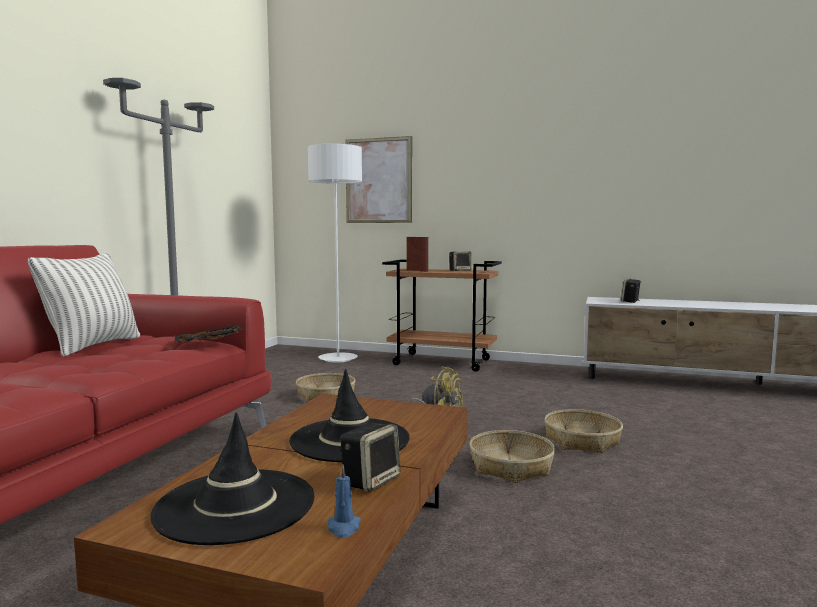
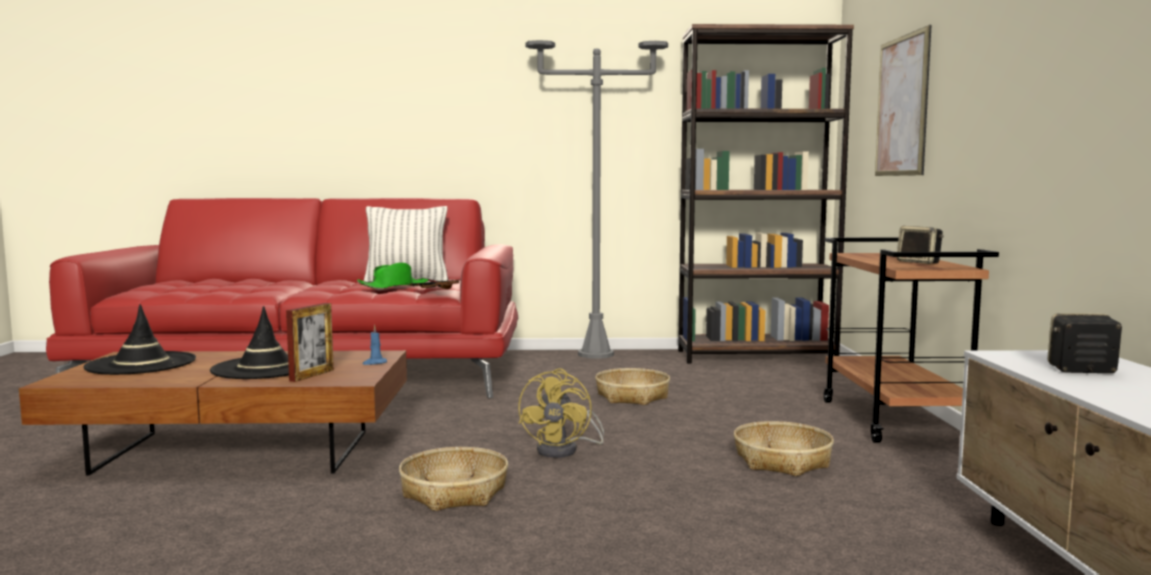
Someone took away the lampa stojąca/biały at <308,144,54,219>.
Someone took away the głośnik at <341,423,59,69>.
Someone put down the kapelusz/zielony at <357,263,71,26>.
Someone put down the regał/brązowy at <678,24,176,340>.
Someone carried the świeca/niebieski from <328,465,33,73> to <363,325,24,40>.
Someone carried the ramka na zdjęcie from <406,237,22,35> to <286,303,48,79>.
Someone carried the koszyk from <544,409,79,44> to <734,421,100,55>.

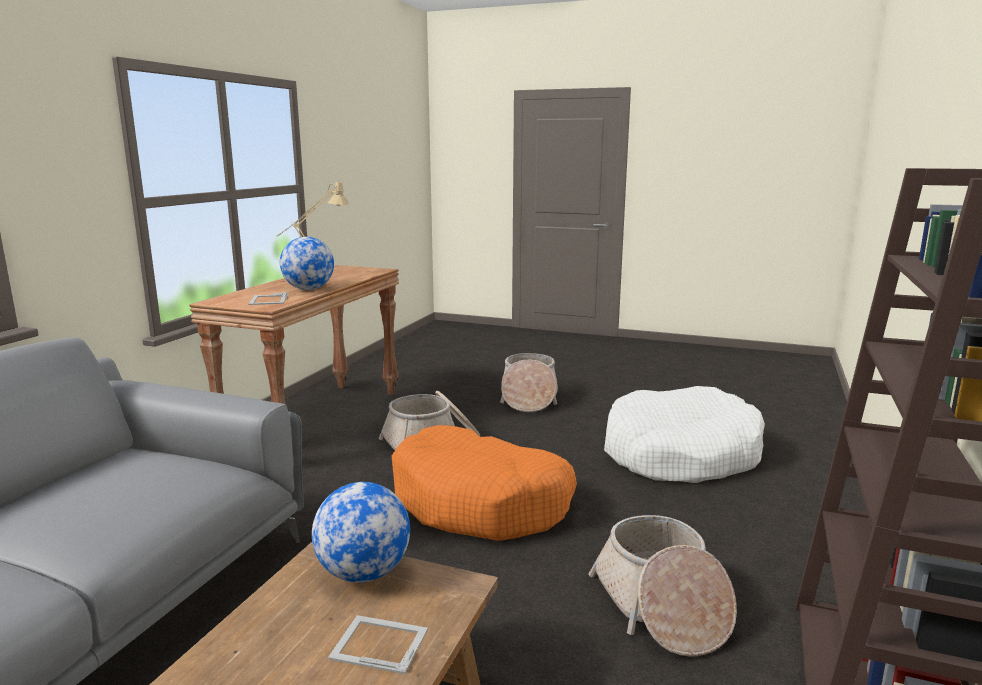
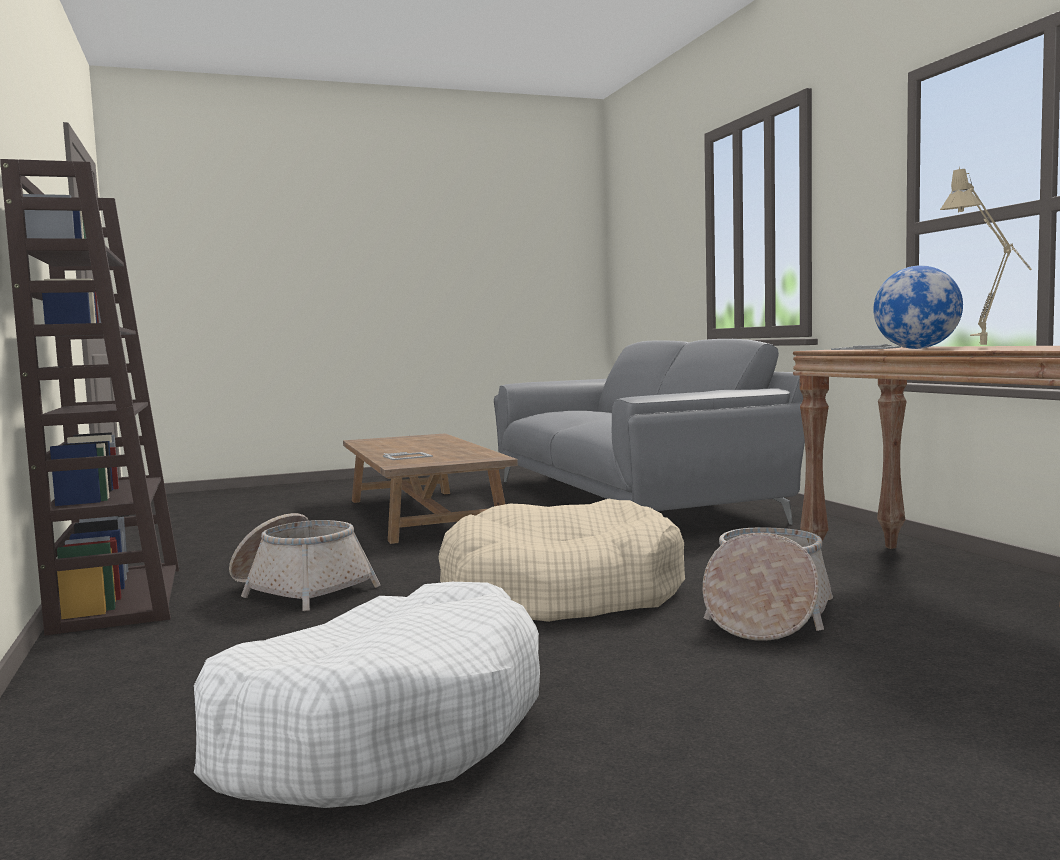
Someone took away the globus at <312,482,98,101>.
Someone took away the koszyk at <500,353,58,59>.
Someone repainted the legowisko/pomarańczowy at <391,425,186,115>, which became the legowisko/beżowy at <438,499,247,123>.

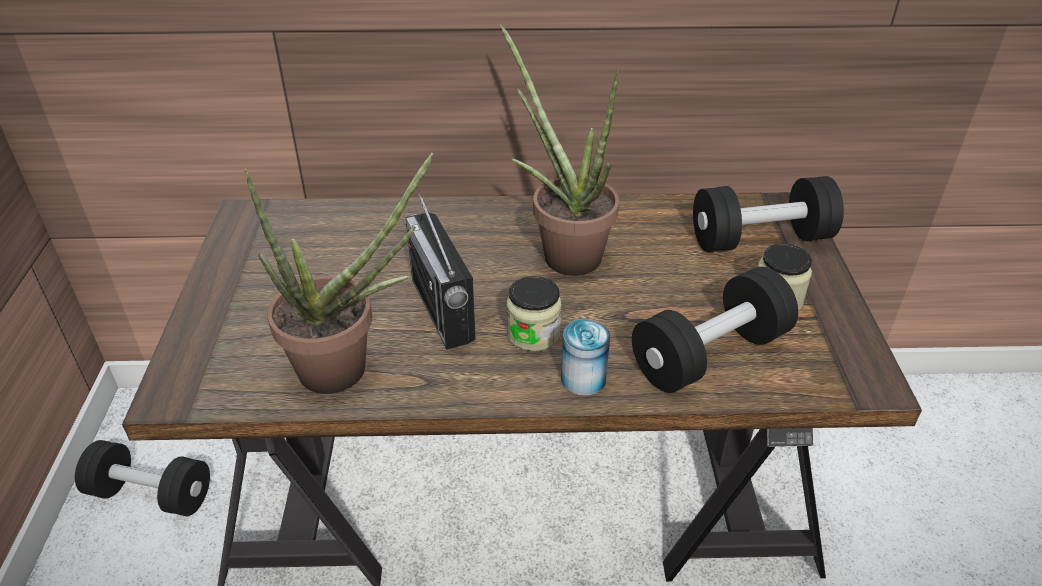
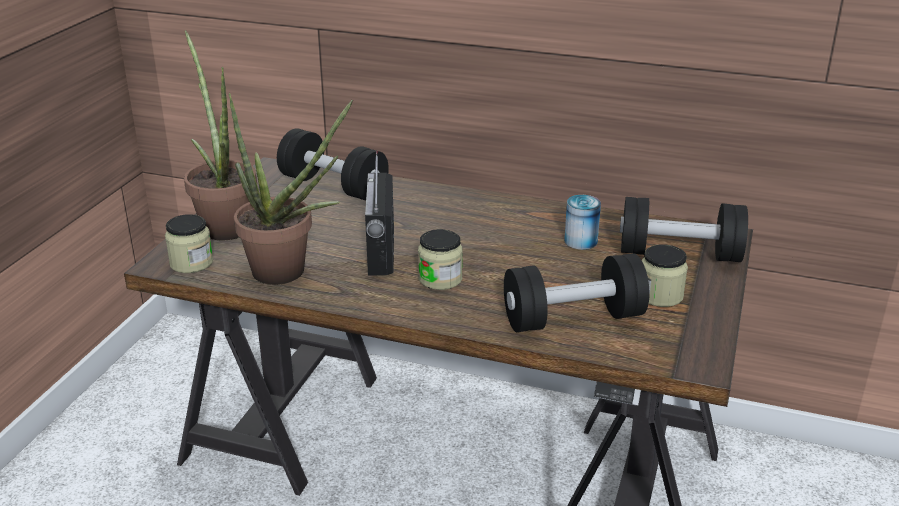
Someone put down the słoik at <165,214,48,59>.
Someone carried the hantel/czarny from <75,440,135,76> to <277,128,112,73>.
Someone carried the roślina doniczkowa from <500,24,119,252> to <184,30,73,210>.
Someone carried the puszka from <561,319,49,77> to <564,195,37,55>.

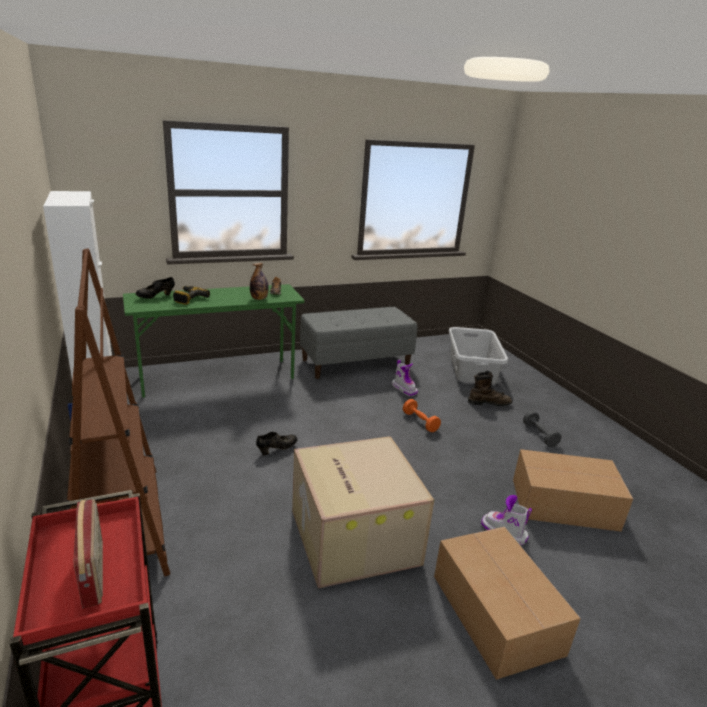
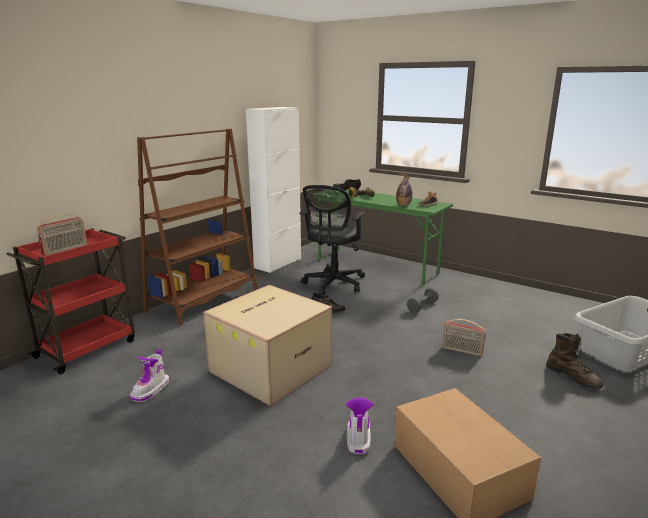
Someone took away the ławka/szary at <300,307,117,72>.
Someone took away the karton at <434,527,147,153>.
Someone put down the krzesło biurowe/czarny at <299,185,66,111>.
Someone carried the but z cholewką from <392,360,26,36> to <129,349,40,53>.
Someone carried the hantel/szary from <523,411,39,36> to <407,288,32,25>.
Someone swapped the hantel/pomarańczowy at <403,399,38,33> for the radio at <442,319,44,37>.

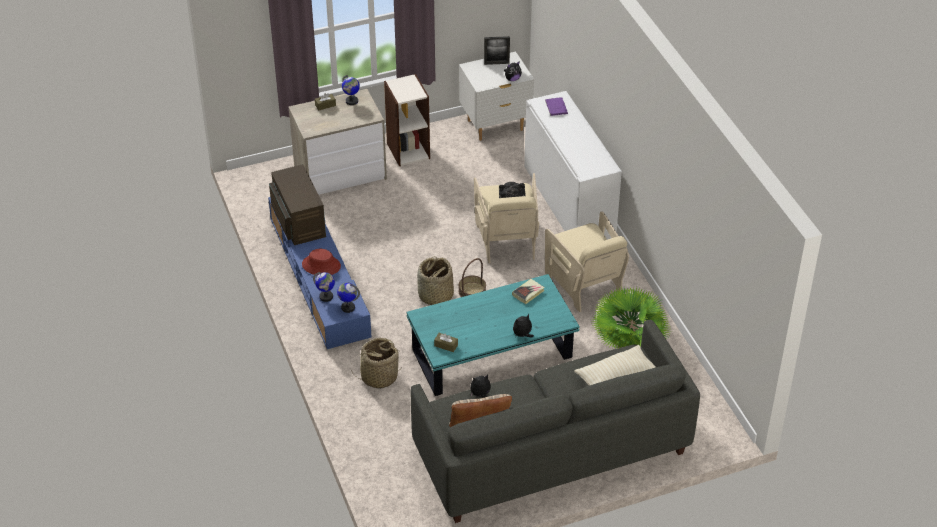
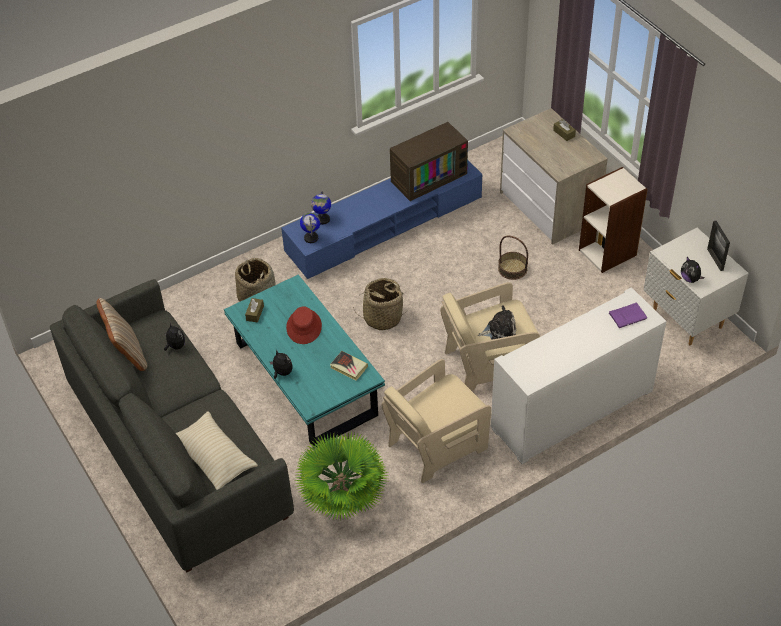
Someone took away the globus at <342,75,18,30>.
Someone carried the kapelusz/czerwony from <302,249,39,27> to <286,306,36,38>.
Someone carried the koszyk from <458,258,28,39> to <498,236,30,44>.

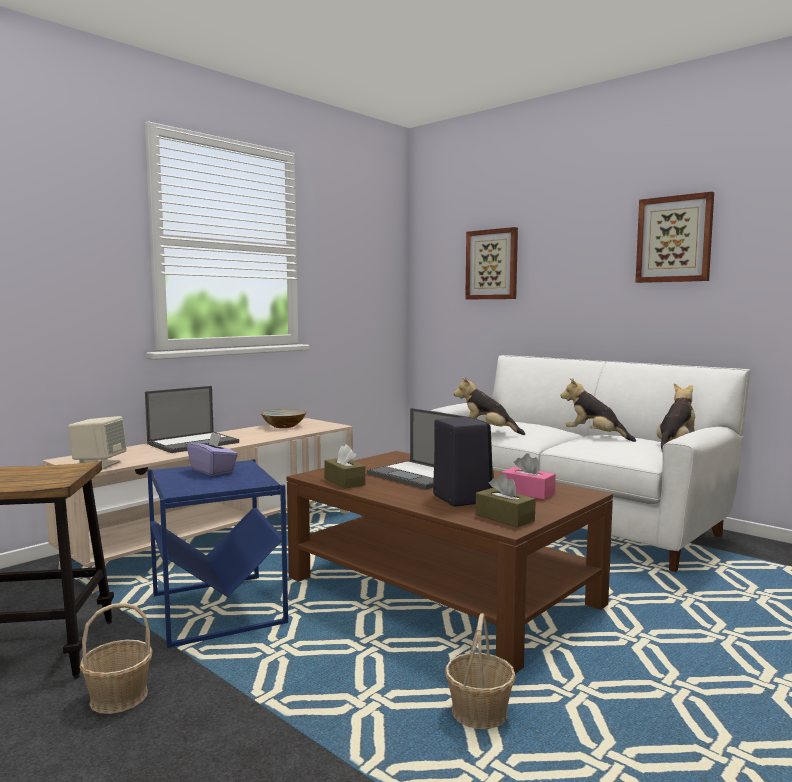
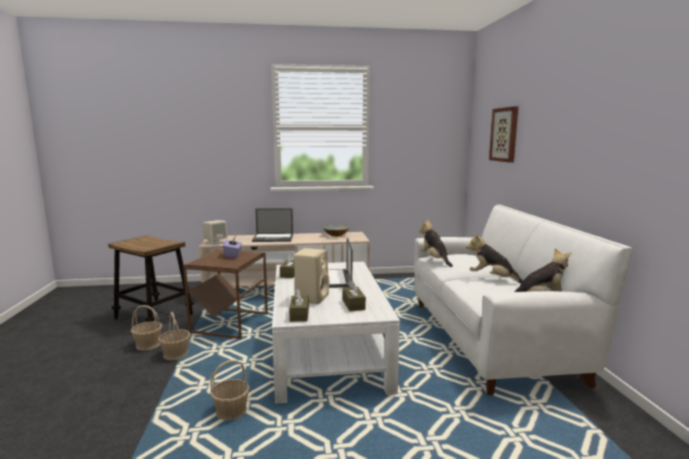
Someone took away the obraz at <635,192,79,91>.
Someone put down the koszyk at <158,312,32,48>.
Someone repainted the stolik/niebieski at <147,459,141,189>, which became the stolik/brązowy at <183,249,85,90>.
Someone repainted the ława/brązowy at <287,451,326,223>, which became the ława/biały at <272,262,128,142>.
Someone repainted the głośnik/czarny at <433,417,61,90>, which became the głośnik/beżowy at <294,248,35,56>.
Someone repainted the pudełko chusteczek/różowy at <502,453,54,46>, which became the pudełko chusteczek/brązowy at <343,280,23,31>.
Someone rotated the pluszak at <560,378,76,64> by 45 degrees counterclockwise.

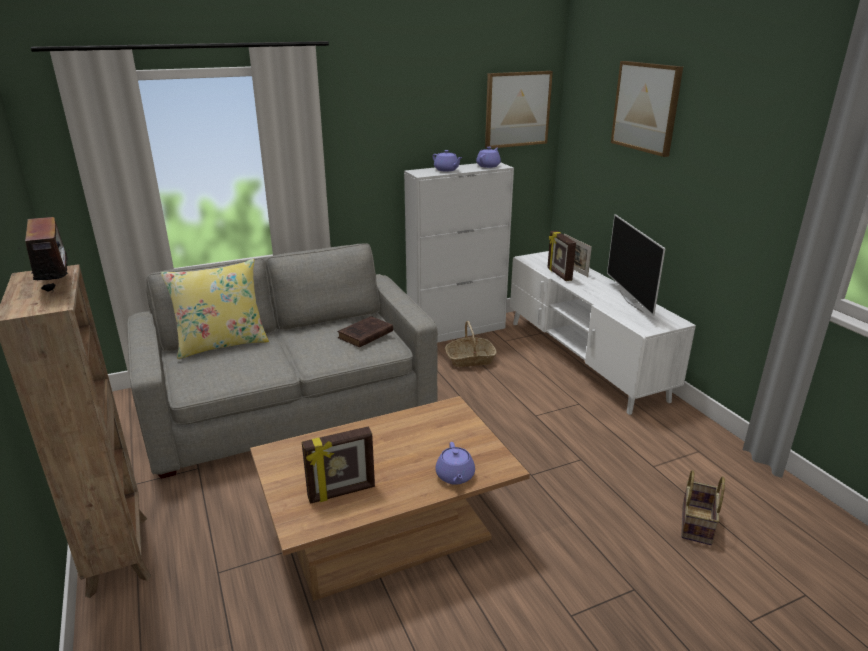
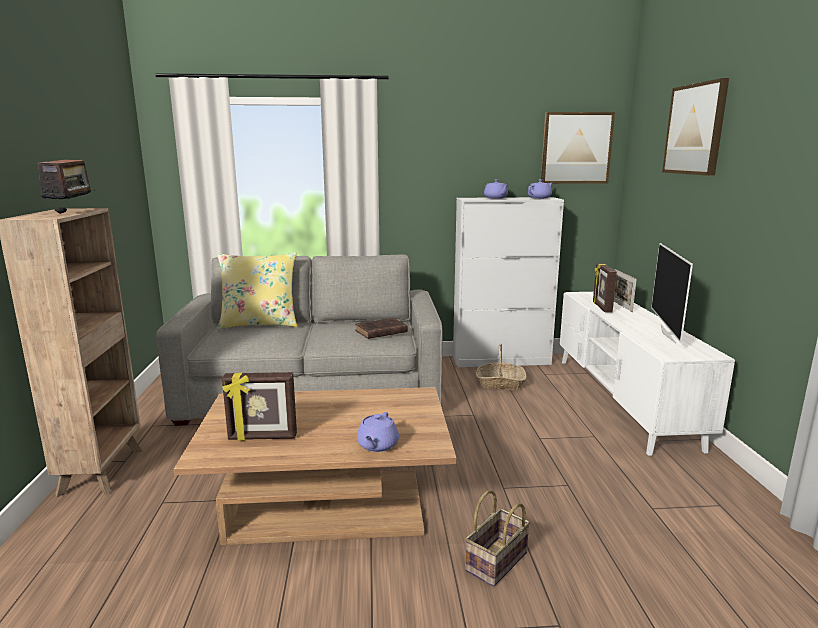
Someone carried the koszyk from <681,470,44,75> to <465,490,65,97>.

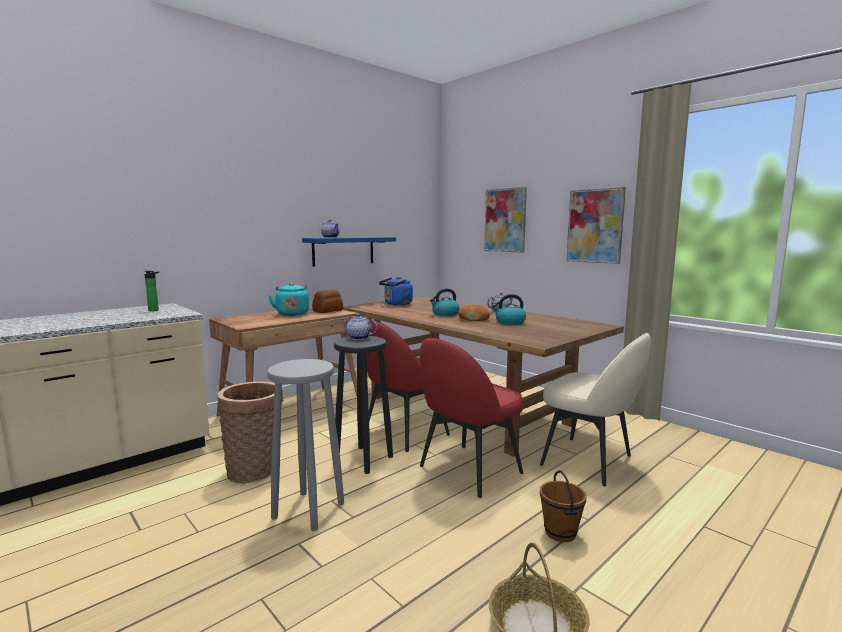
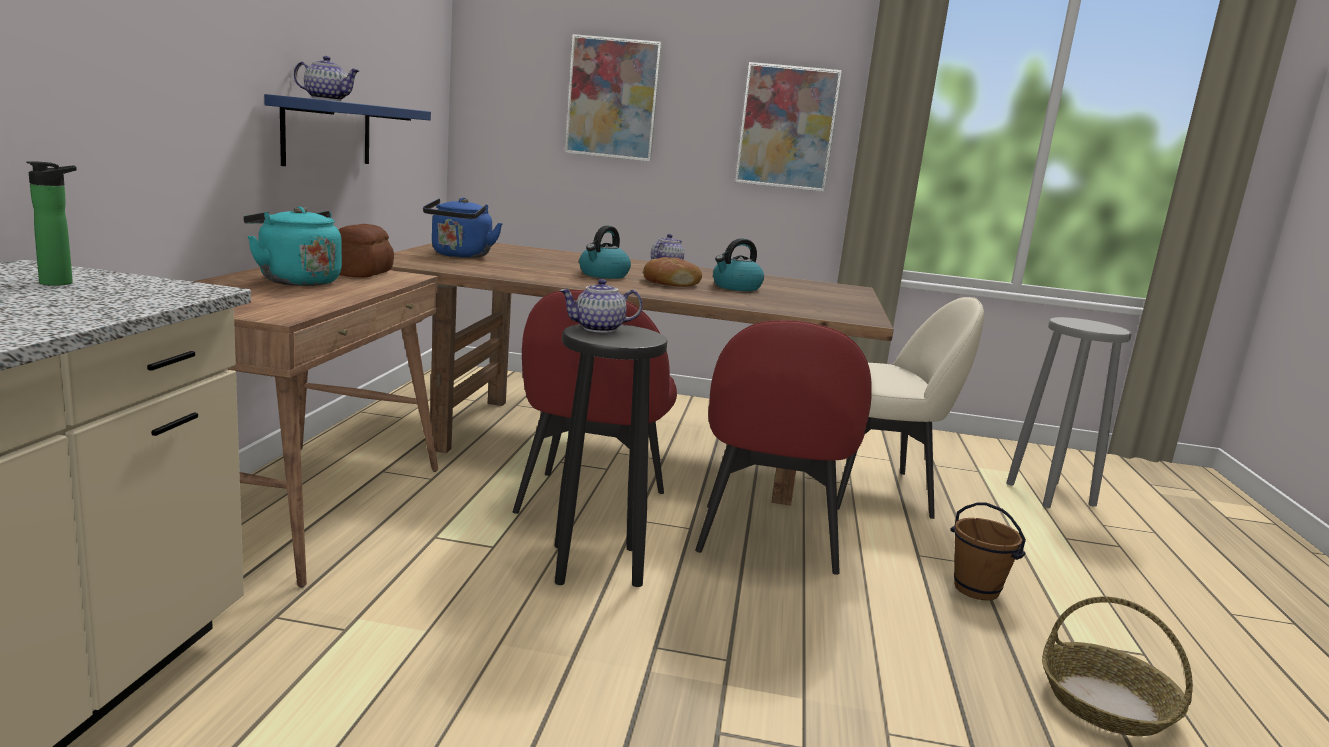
Someone took away the koszyk at <217,381,66,102>.
Someone carried the stołek/szary from <267,359,77,172> to <1006,317,126,191>.

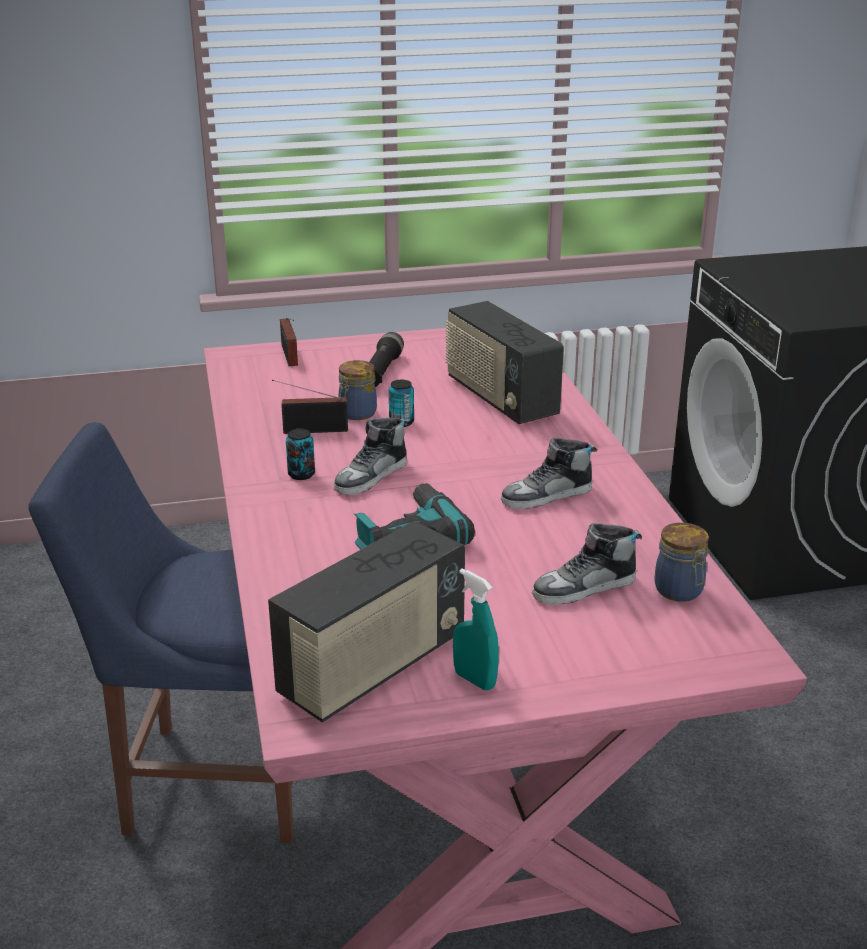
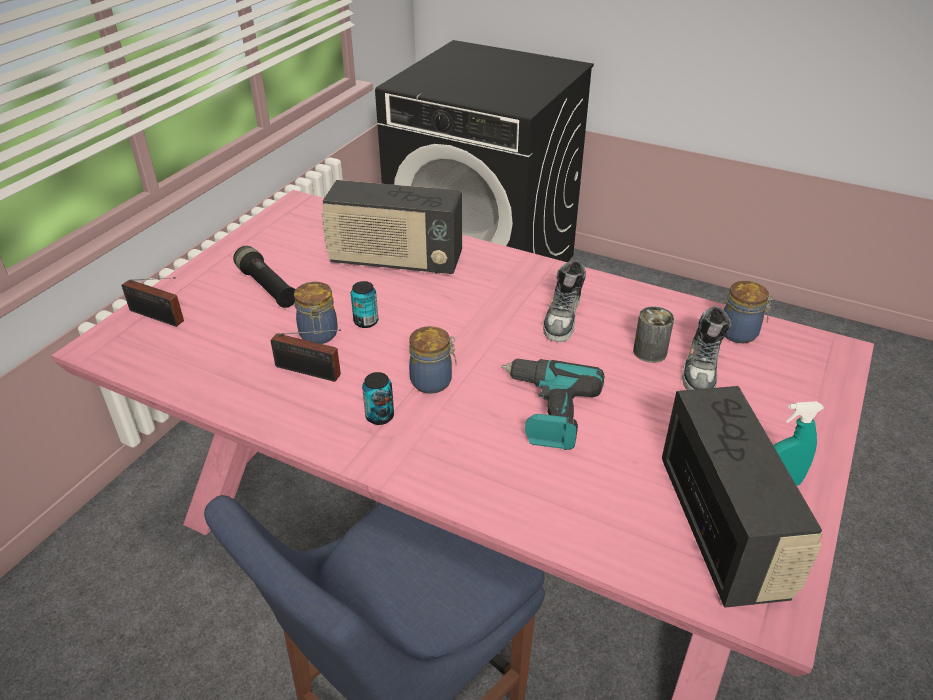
Someone put down the puszka at <633,306,41,57>.
Someone swapped the but at <334,418,74,77> for the słoik at <409,326,48,67>.
Someone rotated the radio at <272,380,76,54> by 105 degrees counterclockwise.

